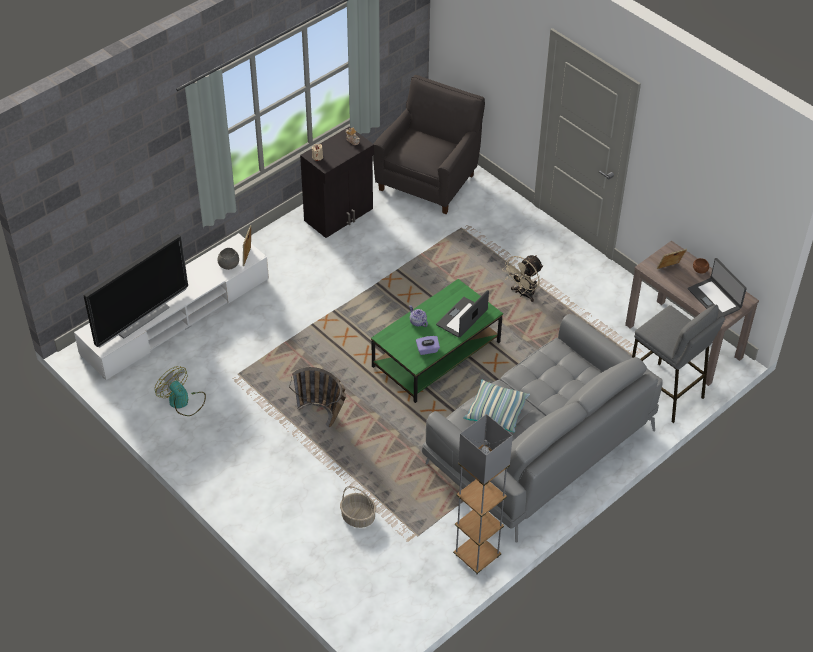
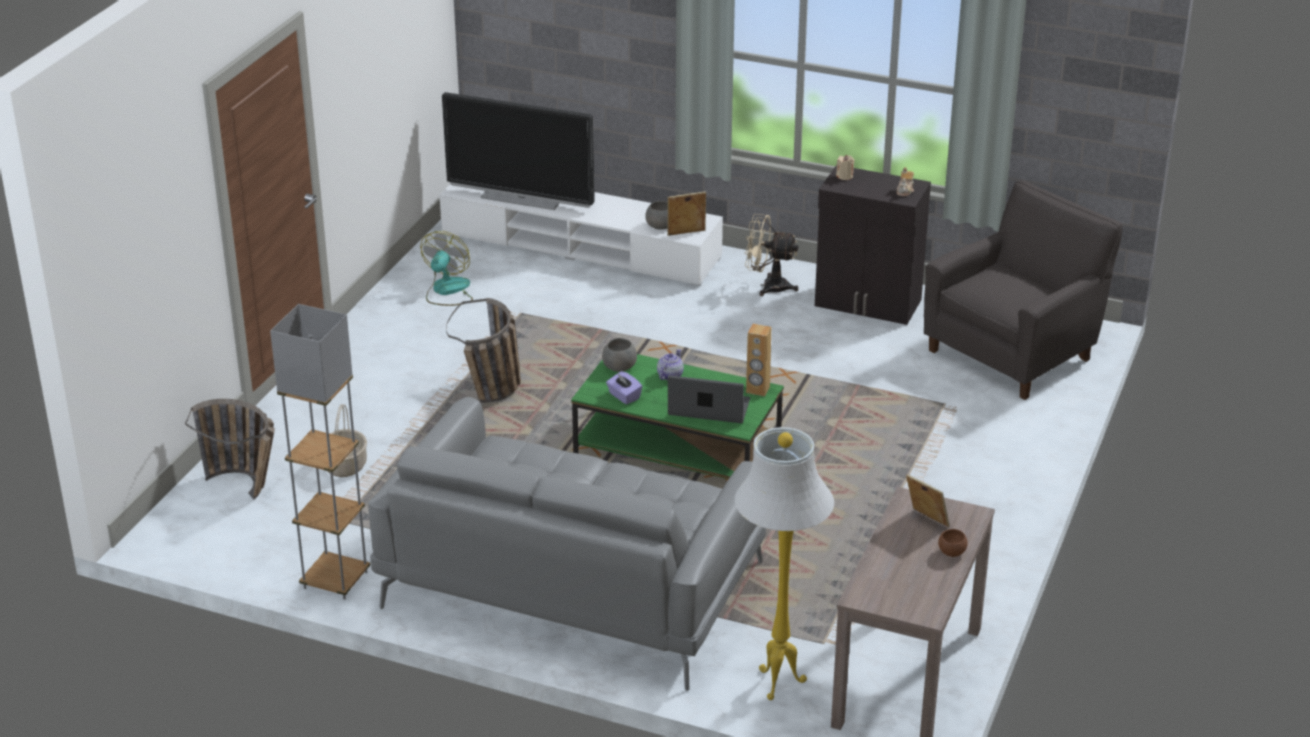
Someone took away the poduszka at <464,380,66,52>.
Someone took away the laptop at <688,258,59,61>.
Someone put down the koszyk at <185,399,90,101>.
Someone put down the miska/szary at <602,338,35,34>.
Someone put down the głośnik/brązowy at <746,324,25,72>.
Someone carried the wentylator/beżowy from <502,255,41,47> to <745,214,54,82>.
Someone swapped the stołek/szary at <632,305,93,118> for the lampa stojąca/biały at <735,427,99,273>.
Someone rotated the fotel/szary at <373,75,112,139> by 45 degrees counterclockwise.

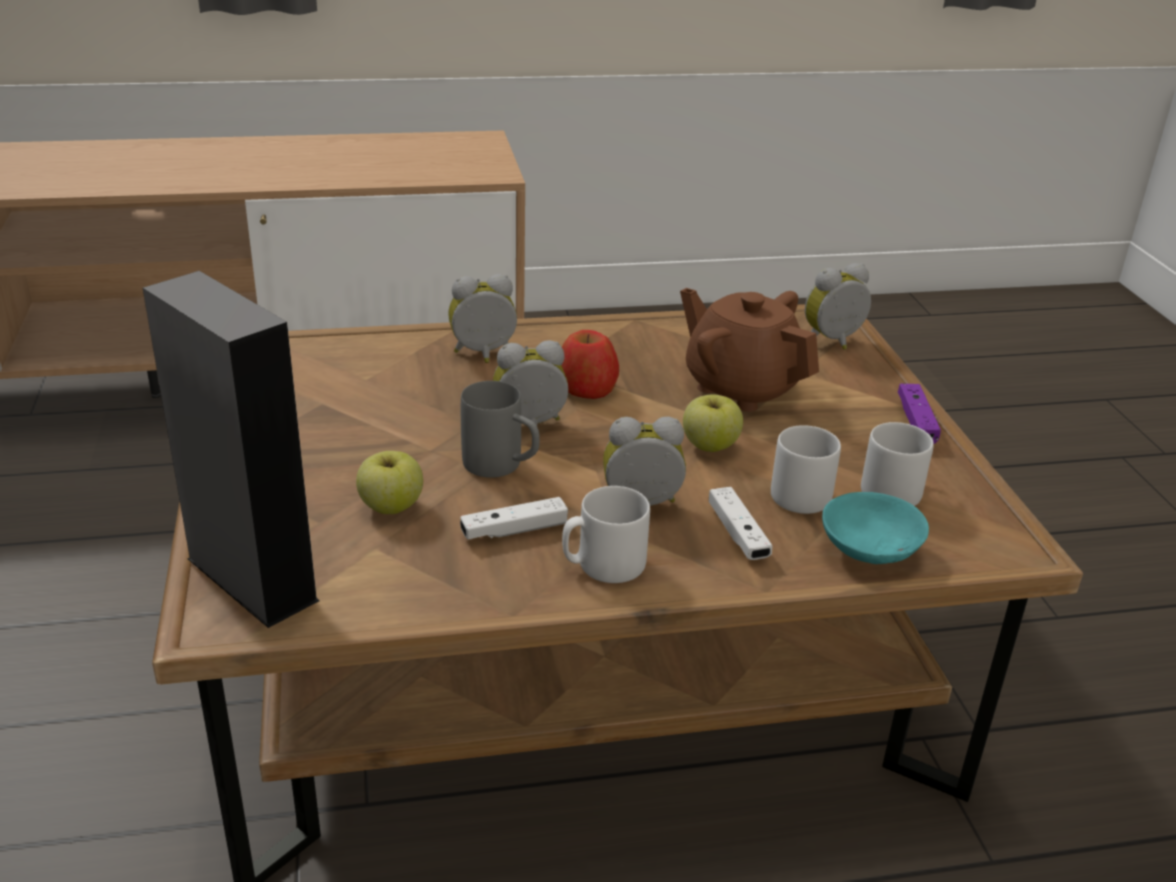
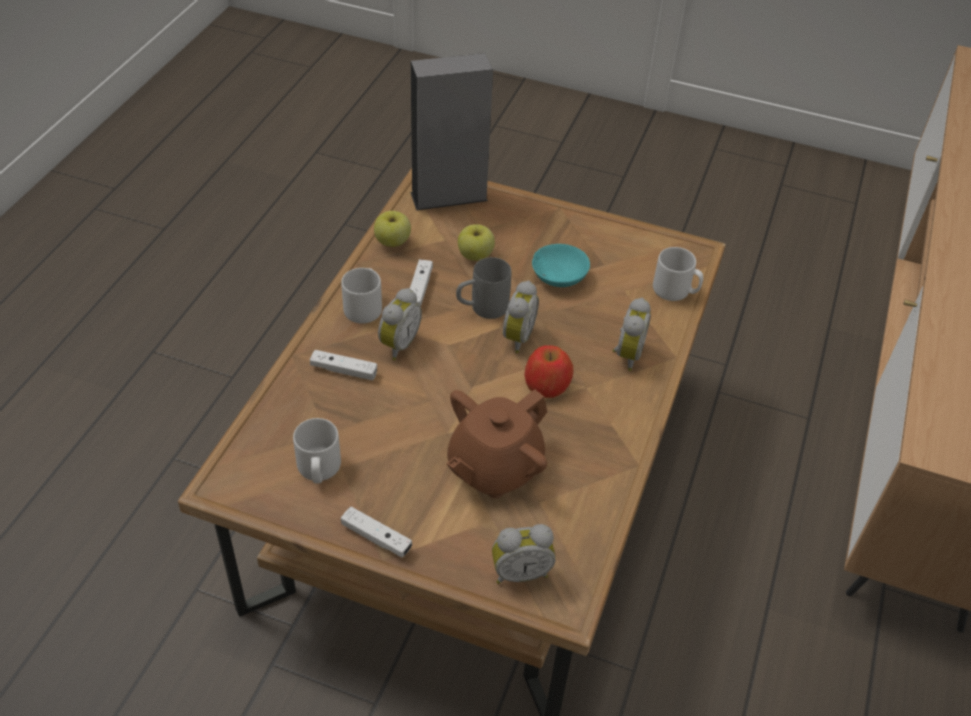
Someone carried the jabłko from <683,394,60,58> to <374,211,37,36>.
Someone carried the kubek/szary from <771,425,70,89> to <653,247,50,54>.
Someone carried the miska/turkusowy from <822,492,107,72> to <532,244,58,43>.
Someone repainted the pad do gier/fioletowy at <898,383,43,61>, which became the pad do gier/biały at <341,507,71,51>.
Someone rotated the imbryk/brązowy at <680,288,139,124> by 150 degrees clockwise.
Someone rotated the budzik at <805,263,66,87> by 75 degrees clockwise.

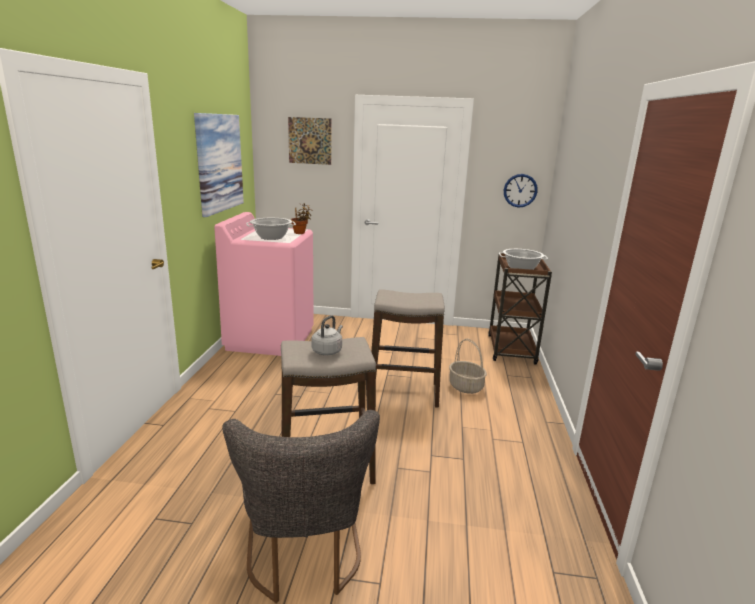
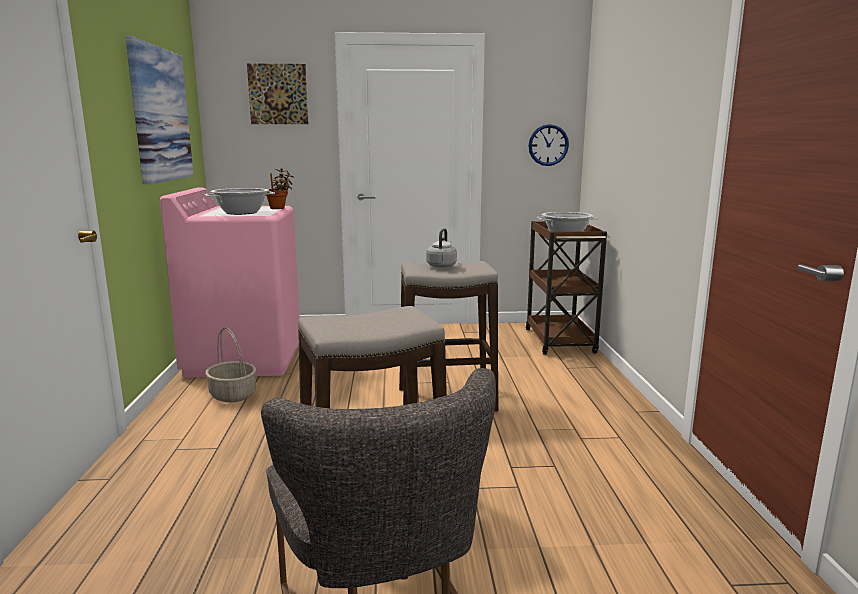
Someone carried the czajnik/szary from <311,315,32,40> to <426,228,31,40>.
Someone carried the koszyk from <449,338,38,56> to <205,328,51,74>.

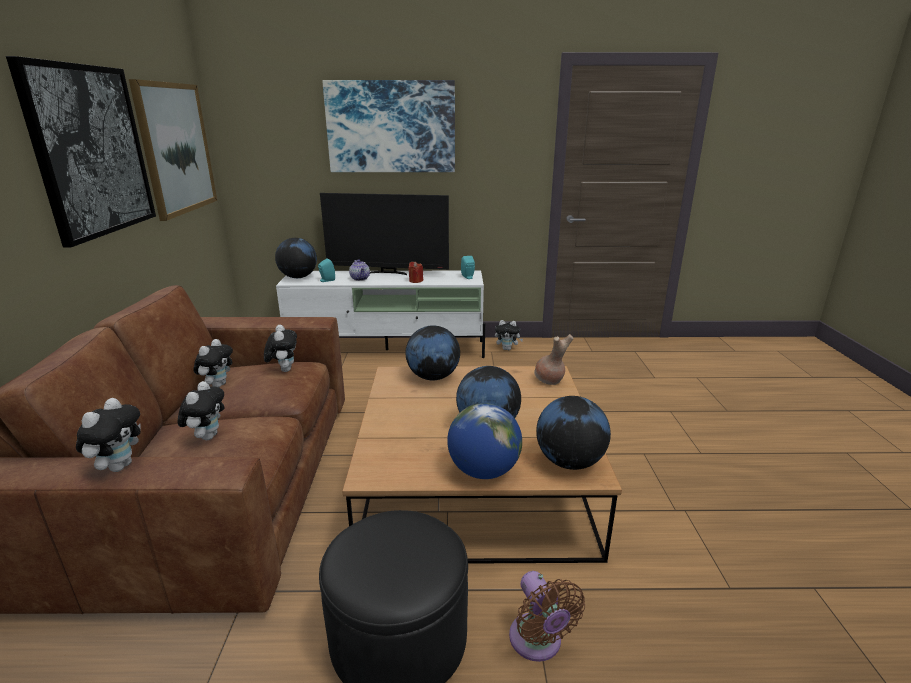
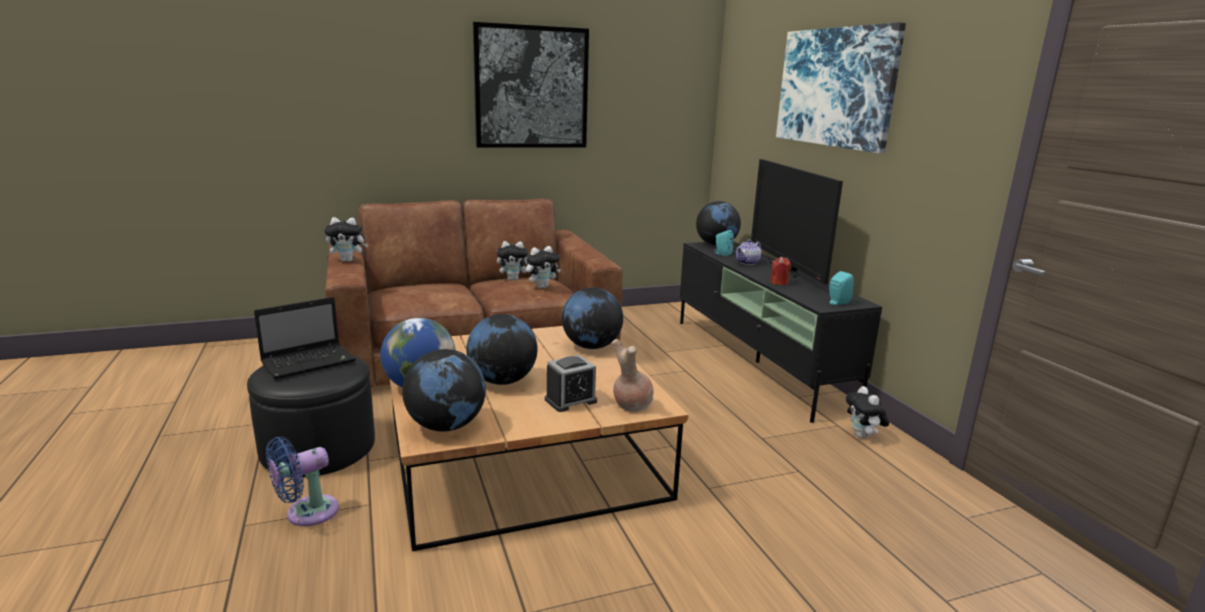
Someone took away the obraz at <129,79,88,142>.
Someone took away the pluszak at <178,381,46,59>.
Someone put down the laptop at <254,297,102,82>.
Someone put down the budzik at <545,355,52,57>.
Someone repainted the szafka pod telewizor/biały at <276,271,209,87>, which became the szafka pod telewizor/czarny at <680,242,202,181>.
Someone repainted the wentylator/brązowy at <509,571,76,91>, which became the wentylator/niebieski at <266,437,73,89>.

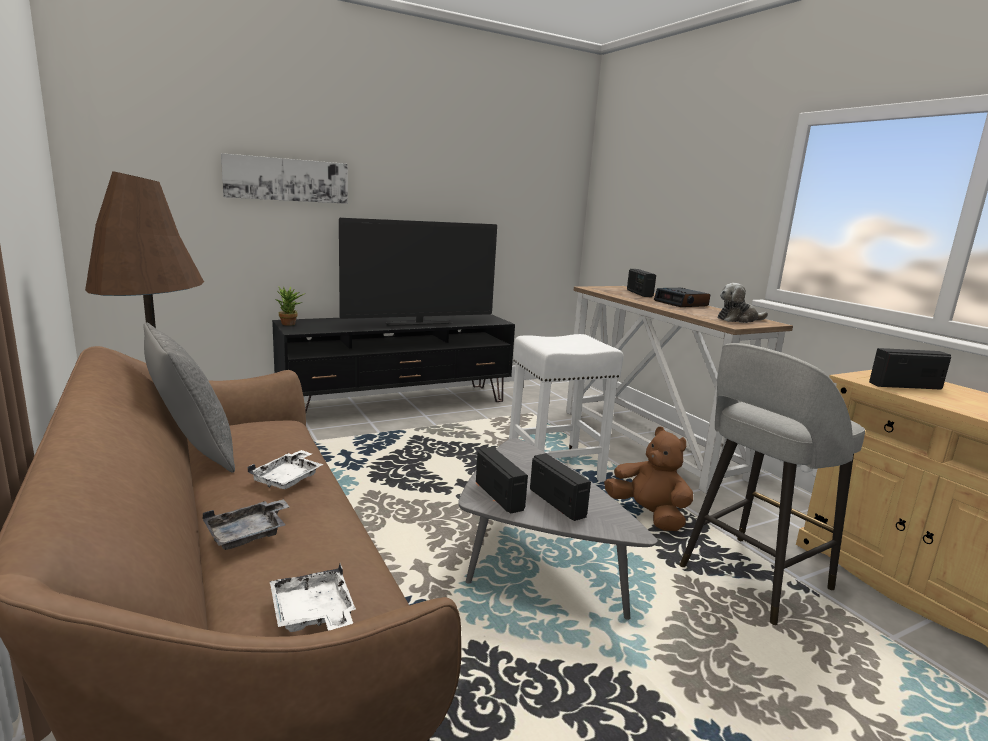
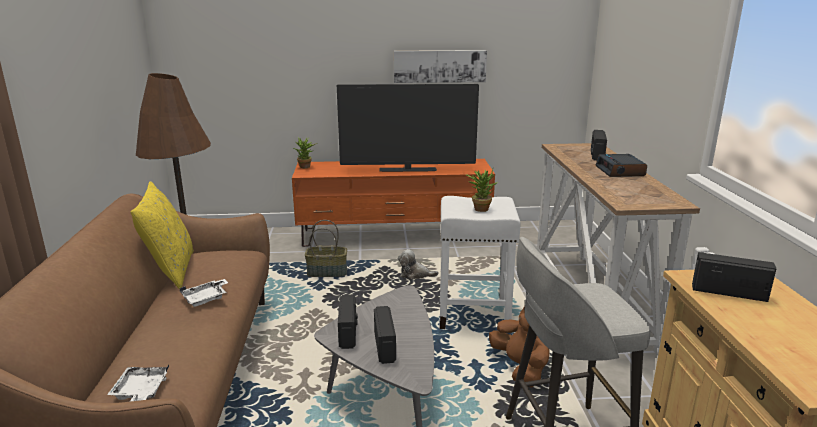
Someone took away the taca/szary at <203,499,87,51>.
Someone put down the koszyk at <305,220,42,57>.
Someone put down the roślina doniczkowa at <465,169,33,43>.
Someone carried the obraz from <221,153,127,51> to <394,50,93,33>.
Someone carried the pluszak from <718,283,50,40> to <398,249,40,31>.
Someone repainted the poduszka/szary at <143,322,92,151>, which became the poduszka/żółty at <131,181,63,108>.
Someone repainted the szafka pod telewizor/czarny at <272,314,243,98>, which became the szafka pod telewizor/pomarańczowy at <292,159,203,88>.

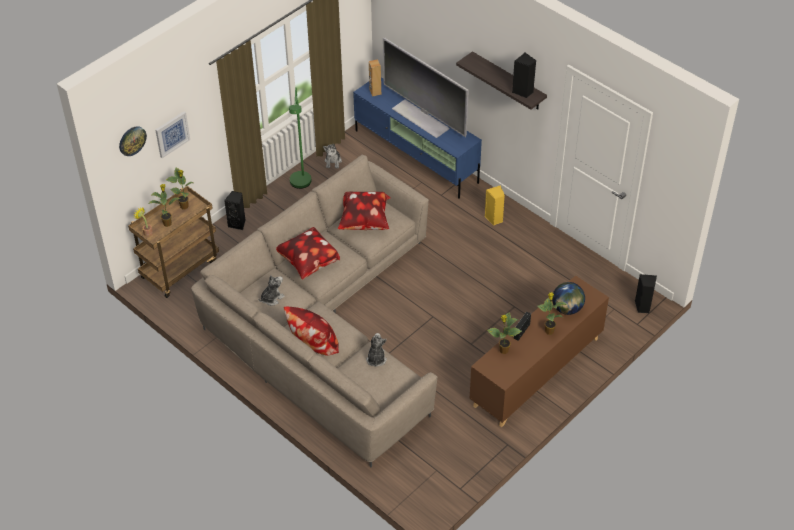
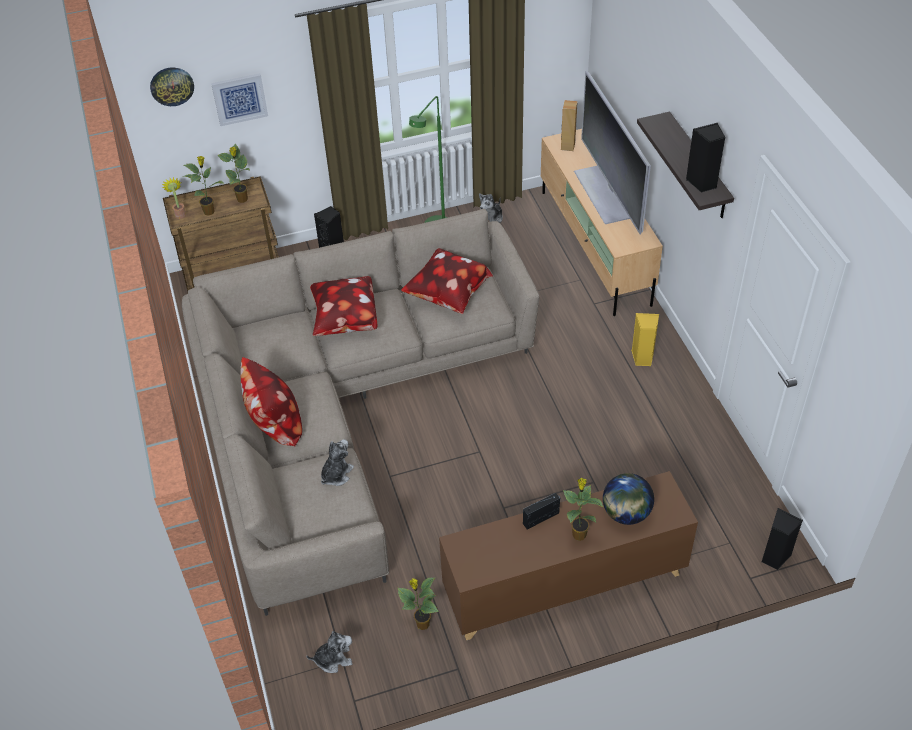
Someone carried the pluszak from <258,275,27,31> to <306,631,47,42>.
Someone carried the roślina doniczkowa from <487,312,35,42> to <397,577,42,53>.
Someone repainted the szafka pod telewizor/niebieski at <353,77,129,122>, which became the szafka pod telewizor/beżowy at <541,129,122,187>.

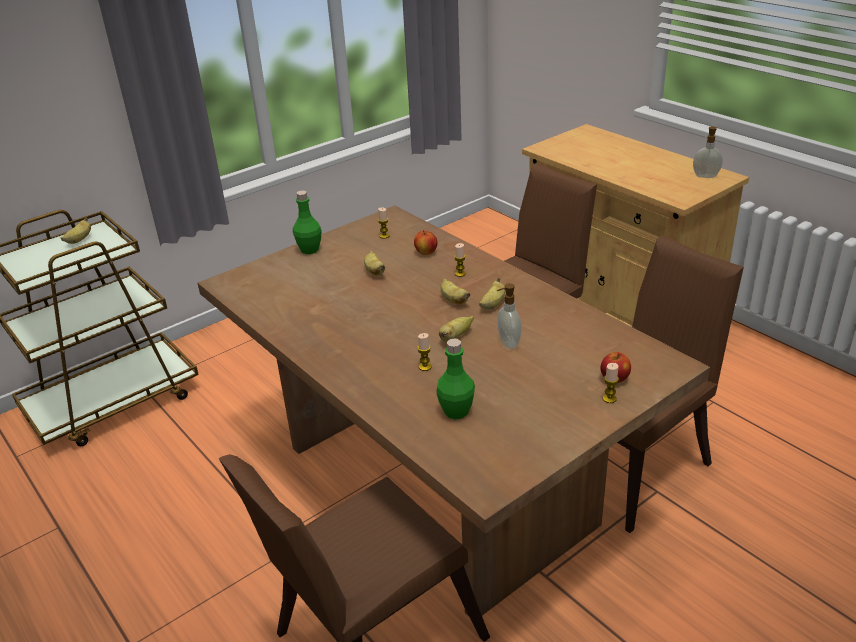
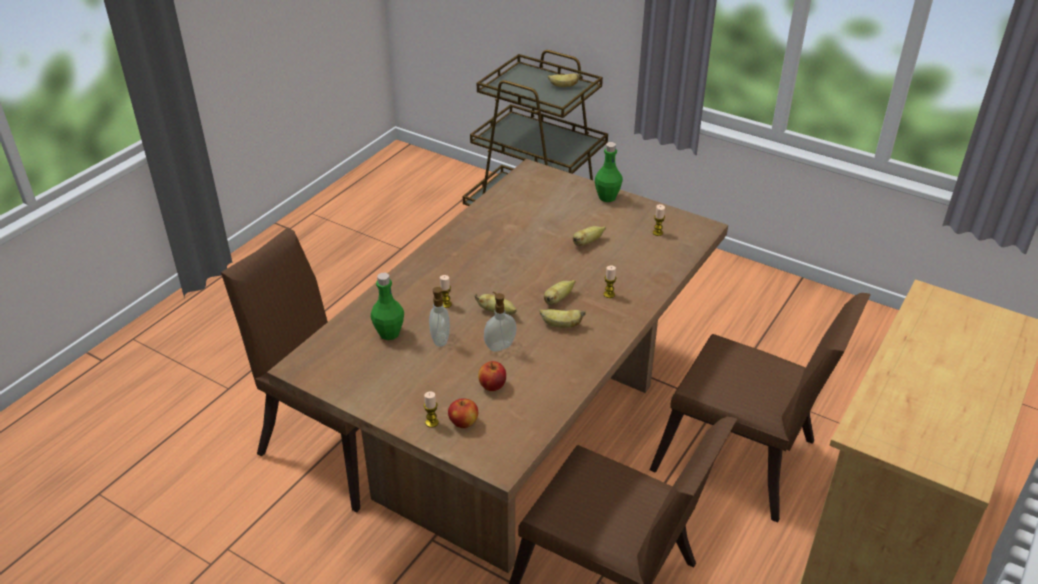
Someone carried the jabłko from <414,230,23,25> to <478,361,28,30>.
Someone carried the dozownik mydła from <693,126,30,52> to <429,287,21,60>.

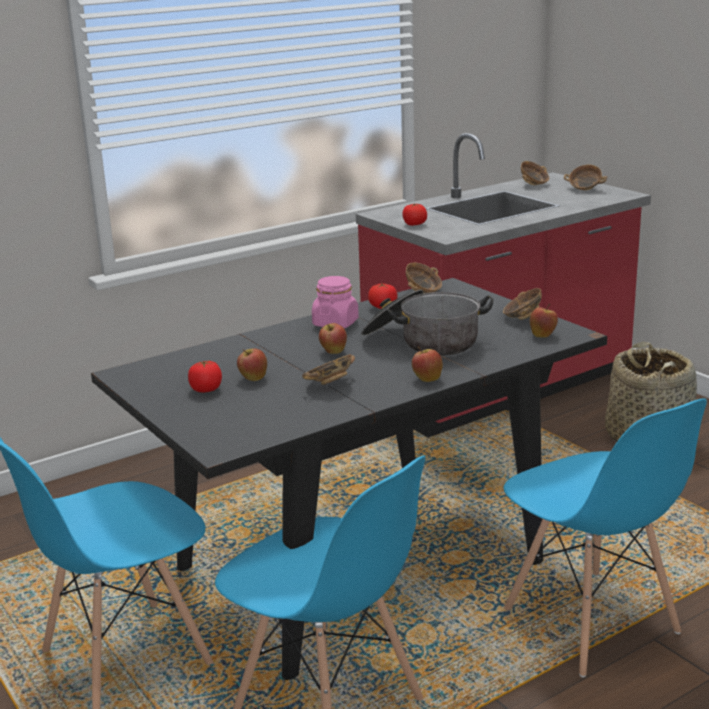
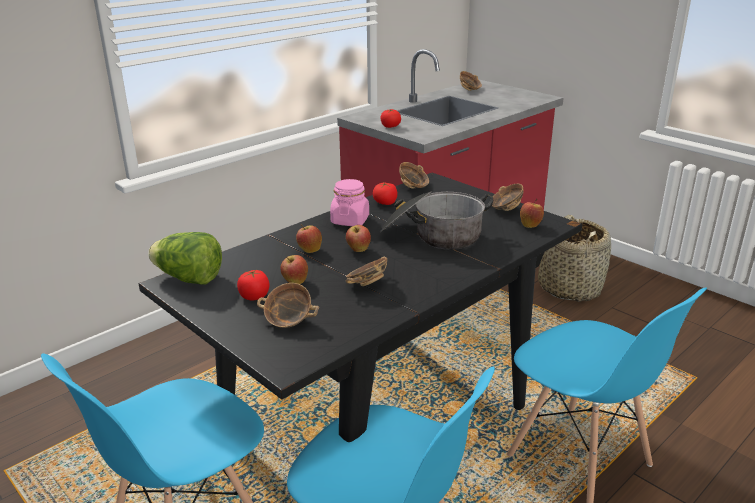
Someone put down the sałata at <148,232,74,53>.
Someone carried the jabłko from <412,346,31,36> to <296,224,26,29>.
Someone carried the miska from <564,165,44,25> to <257,283,62,45>.

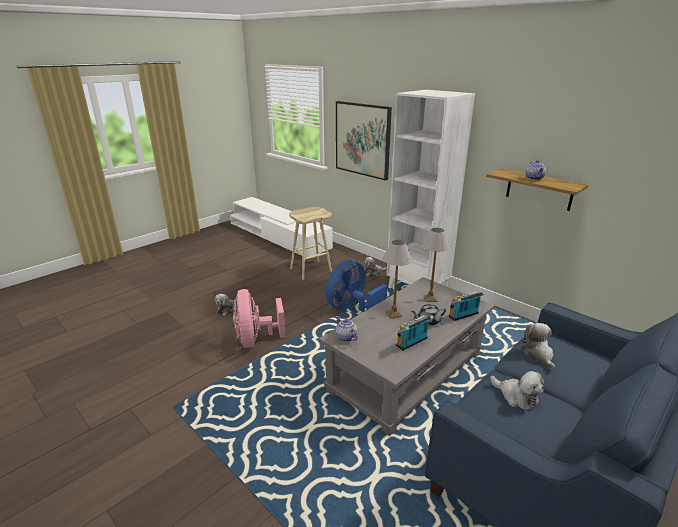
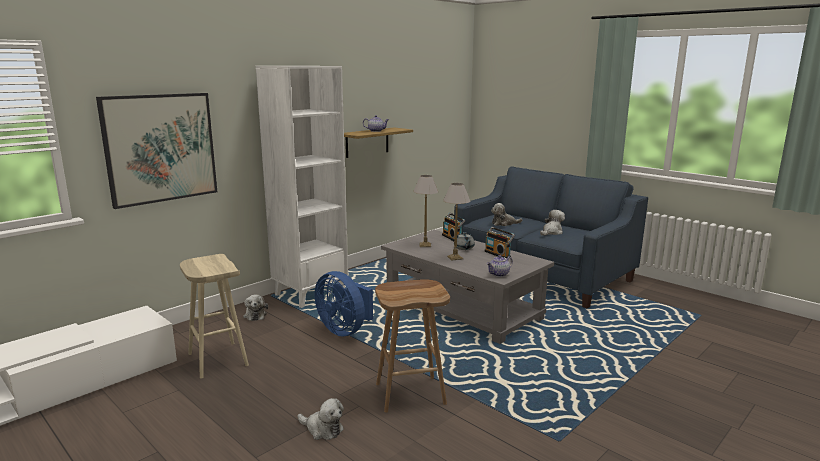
Someone swapped the wentylator/różowy at <233,289,53,59> for the stołek/brązowy at <375,279,75,134>.

